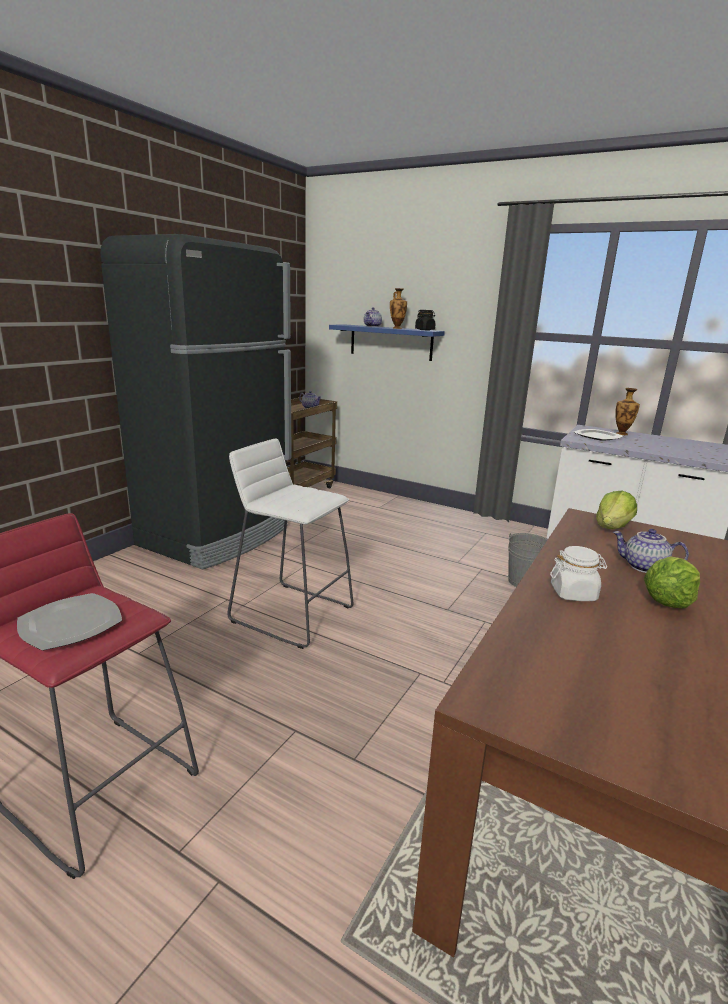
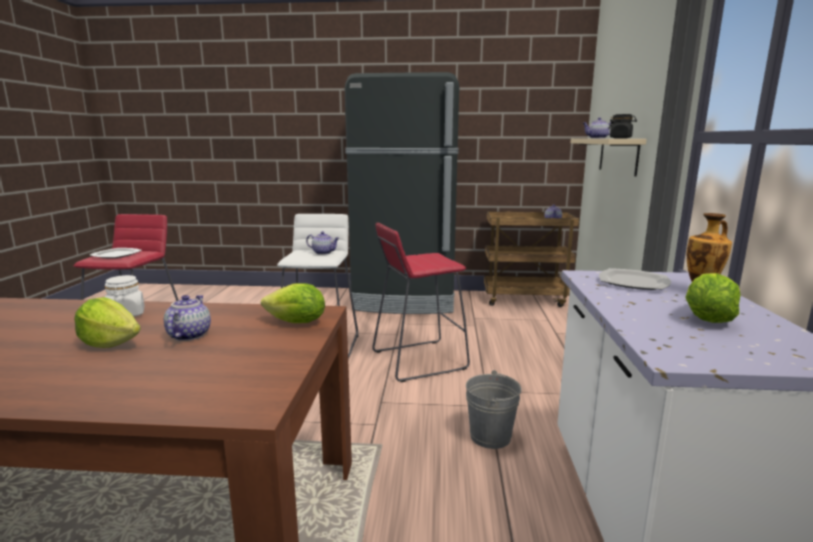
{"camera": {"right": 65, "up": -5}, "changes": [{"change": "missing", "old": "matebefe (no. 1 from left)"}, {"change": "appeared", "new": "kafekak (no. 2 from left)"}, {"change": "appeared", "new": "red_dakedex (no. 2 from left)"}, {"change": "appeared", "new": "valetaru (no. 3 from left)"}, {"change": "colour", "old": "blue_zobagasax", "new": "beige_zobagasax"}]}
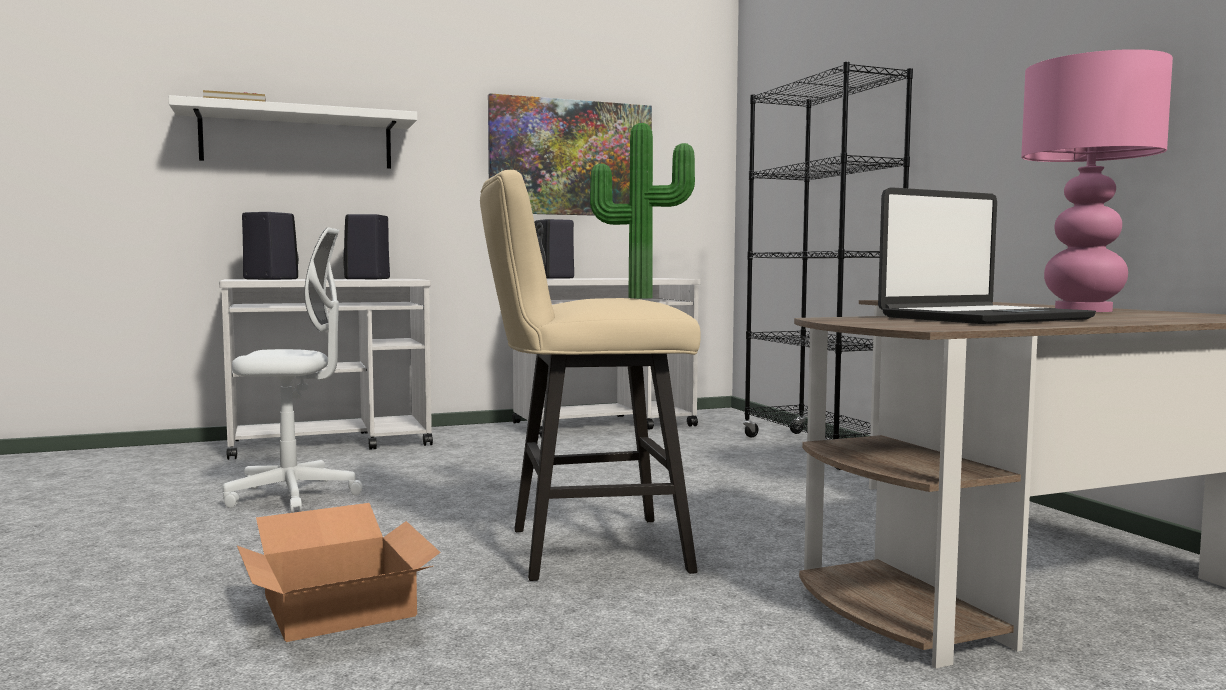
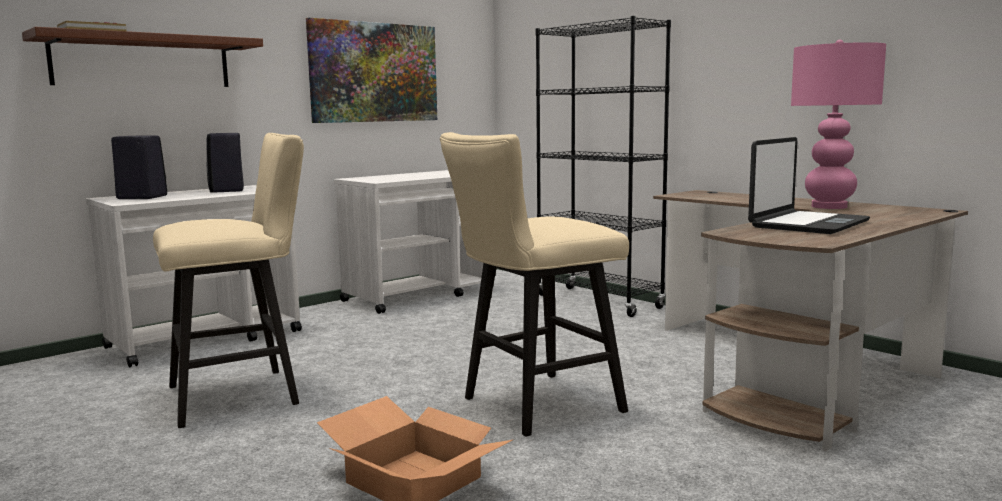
{"camera": {"right": -20, "up": 5}, "changes": [{"change": "missing", "old": "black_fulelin (no. 3 from left)"}, {"change": "missing", "old": "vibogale"}, {"change": "exchanged", "old": "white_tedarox", "new": "beige_dakedex (no. 1 from left)"}, {"change": "colour", "old": "white_zobagasax", "new": "brown_zobagasax"}]}
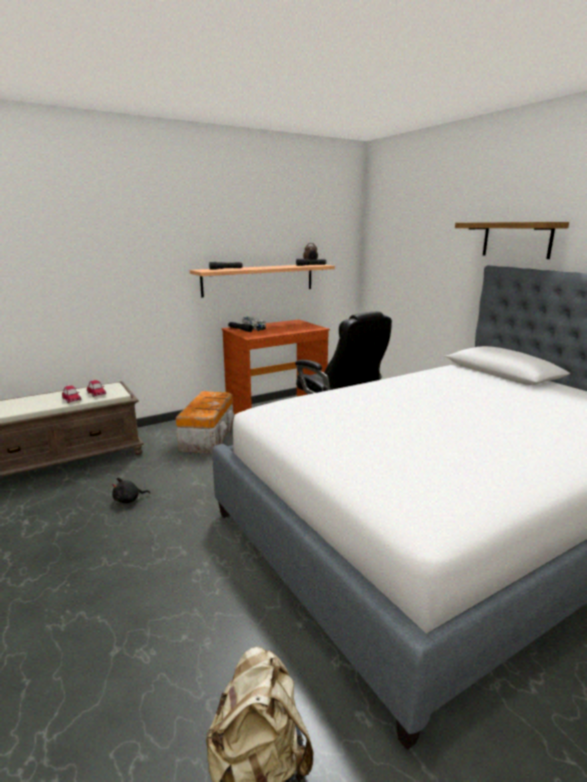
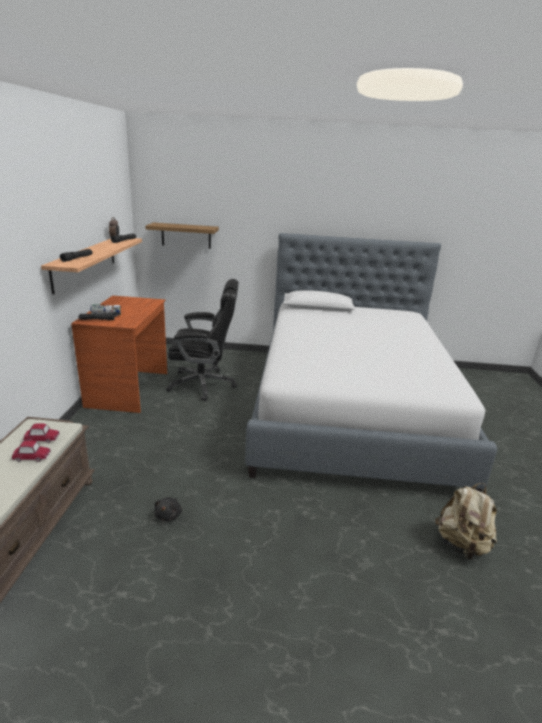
{"camera": {"right": -55, "up": 5}, "changes": [{"change": "missing", "old": "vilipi"}, {"change": "relocated", "old": "zobagasax (no. 2 from left)"}]}
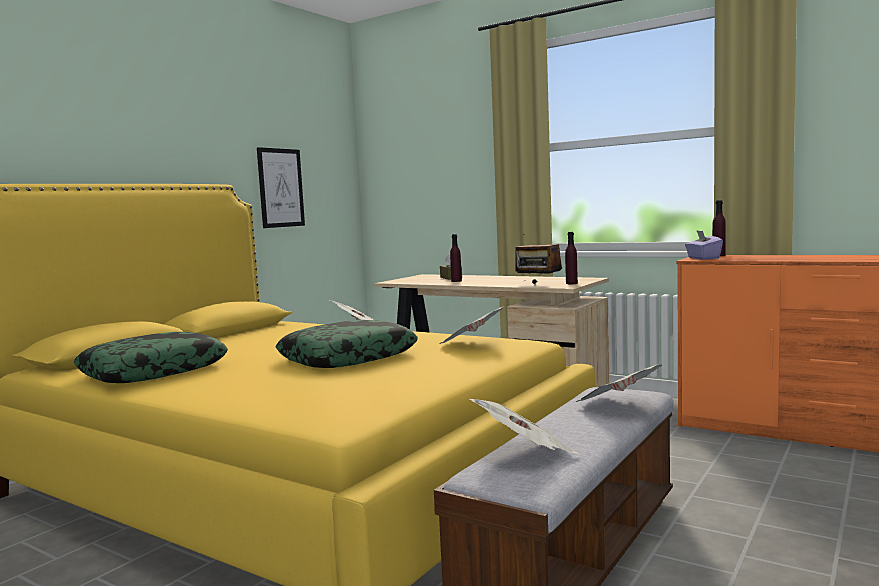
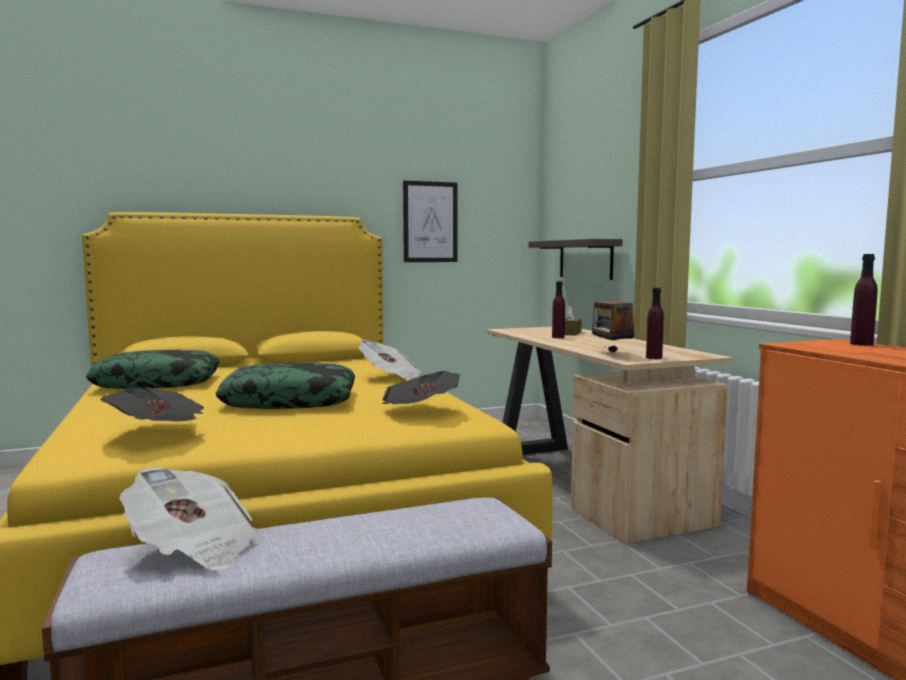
{"camera": {"right": 35, "up": 0}, "changes": [{"change": "missing", "old": "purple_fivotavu"}, {"change": "appeared", "new": "zobagasax"}, {"change": "relocated", "old": "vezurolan (no. 4 from left in the first image)", "new": "vezurolan (no. 1 from left)"}]}
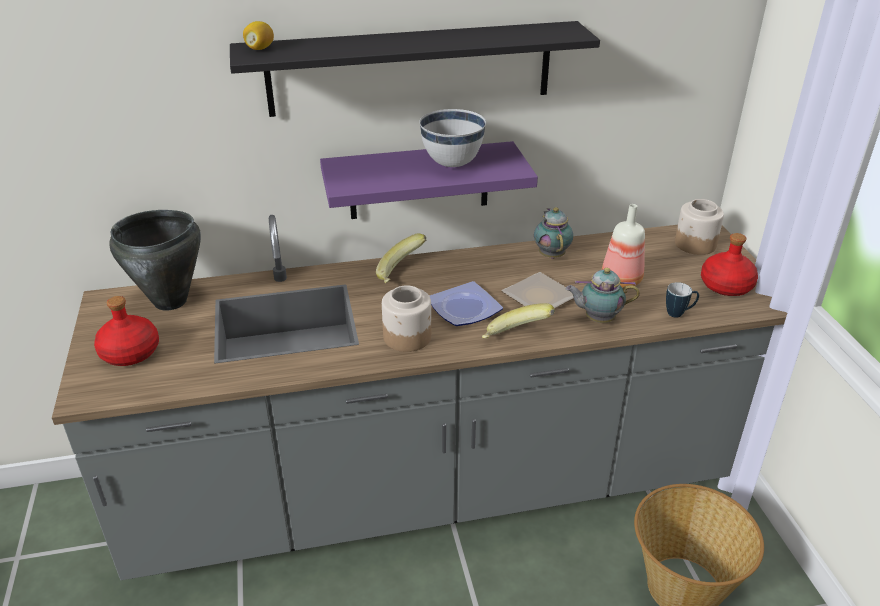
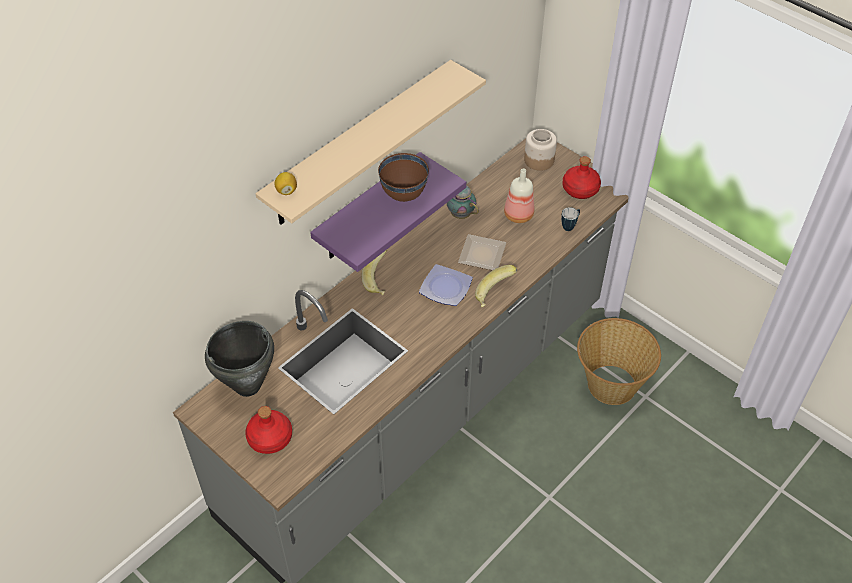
{"camera": {"right": -35, "up": 15}, "changes": [{"change": "missing", "old": "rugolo (no. 1 from left)"}, {"change": "missing", "old": "kafekak (no. 2 from left)"}, {"change": "colour", "old": "black_zobagasax", "new": "beige_zobagasax"}, {"change": "colour", "old": "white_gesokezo", "new": "brown_gesokezo"}]}
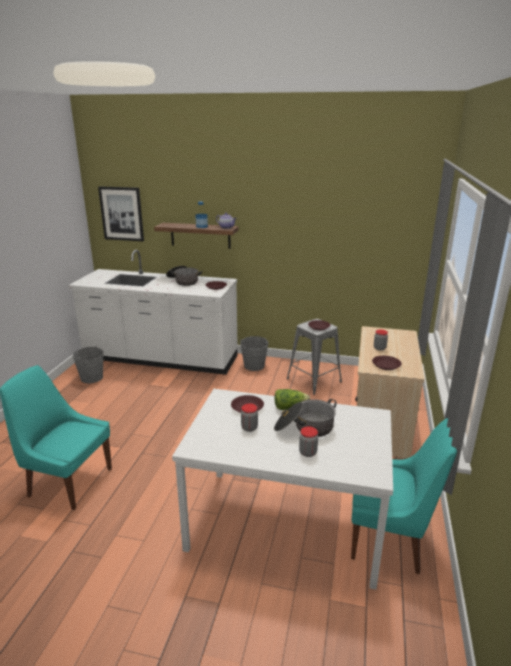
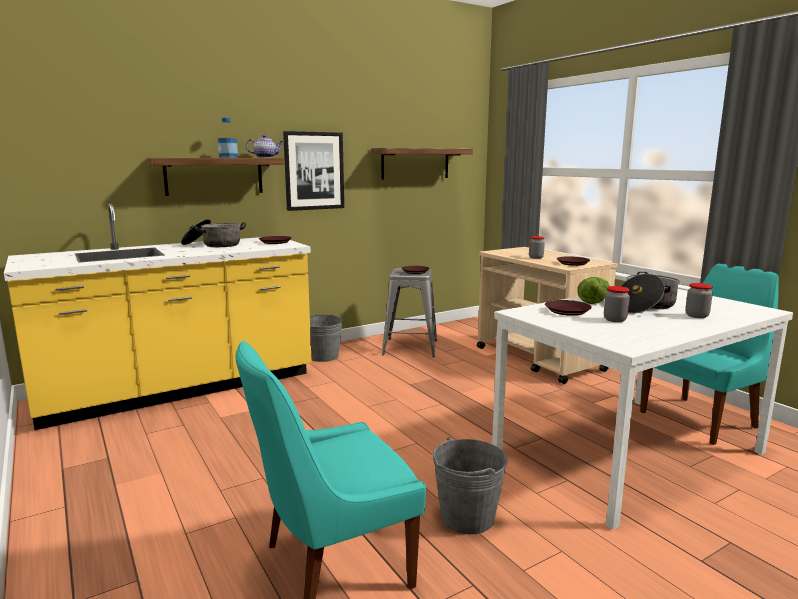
{"camera": {"right": -45, "up": -10}, "changes": [{"change": "appeared", "new": "zobagasax (no. 2 from left)"}, {"change": "relocated", "old": "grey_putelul (no. 1 from left in the first image)", "new": "grey_putelul (no. 2 from left)"}, {"change": "relocated", "old": "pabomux"}, {"change": "colour", "old": "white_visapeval", "new": "yellow_visapeval"}]}
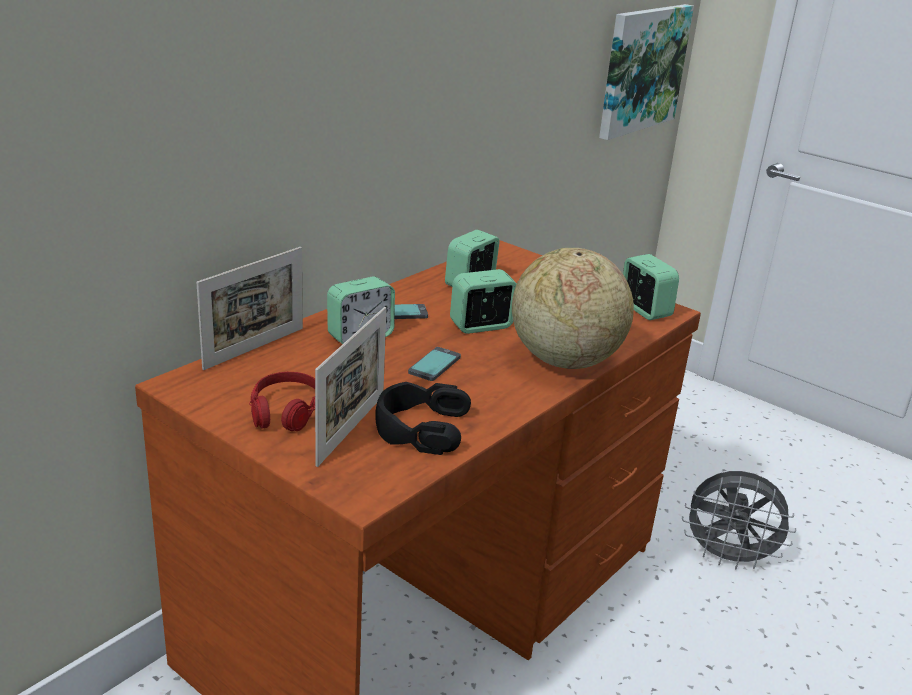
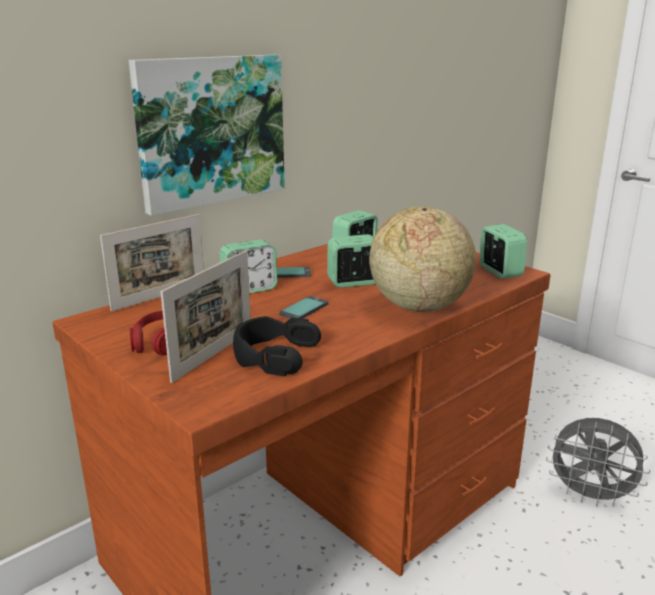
{"camera": {"right": 10, "up": -5}, "changes": [{"change": "relocated", "old": "pabomux"}]}
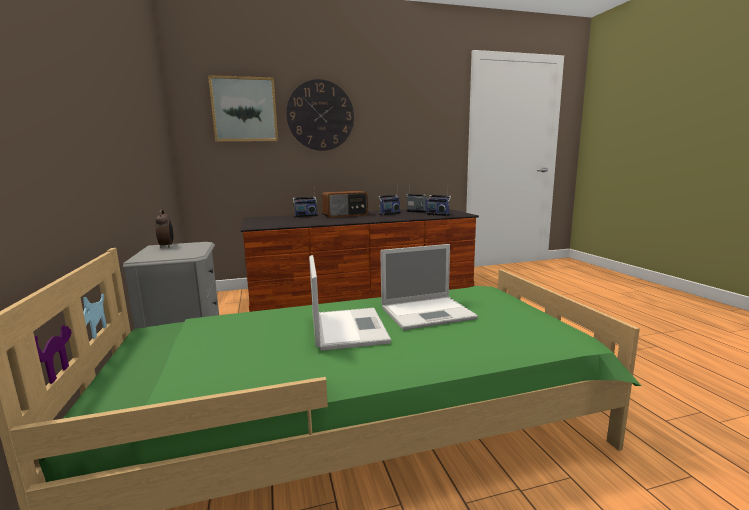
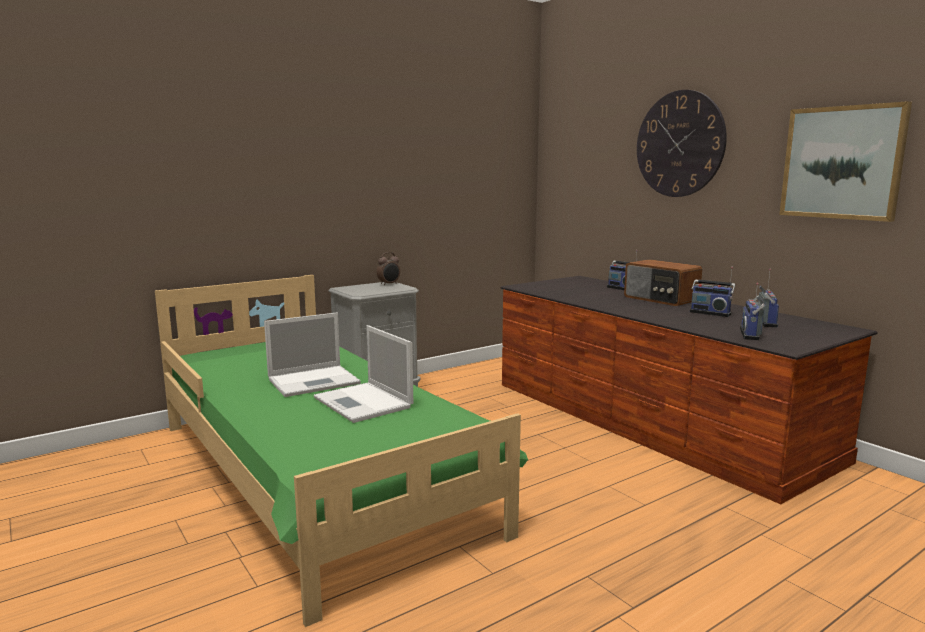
{"camera": {"right": 70, "up": 0}, "changes": [{"change": "relocated", "old": "pabomux"}]}
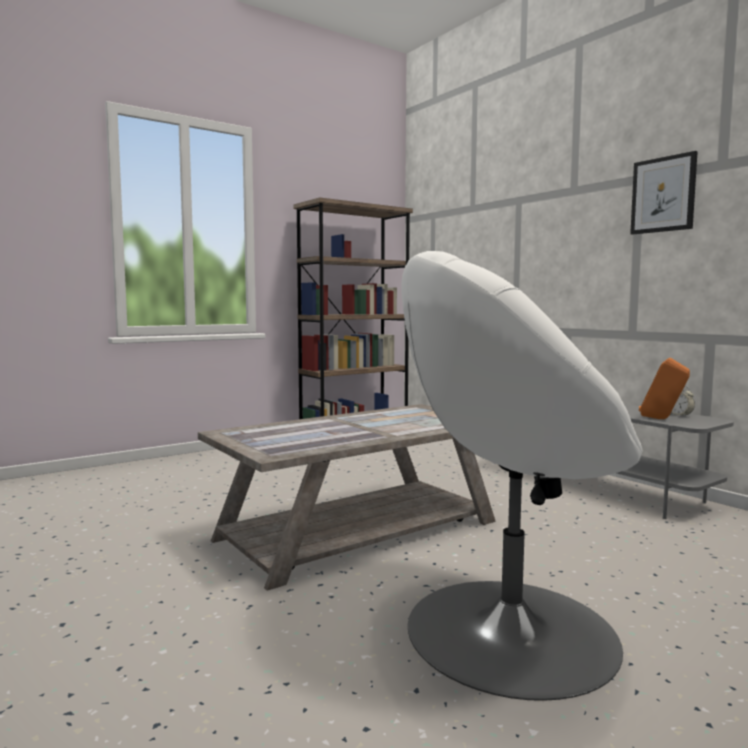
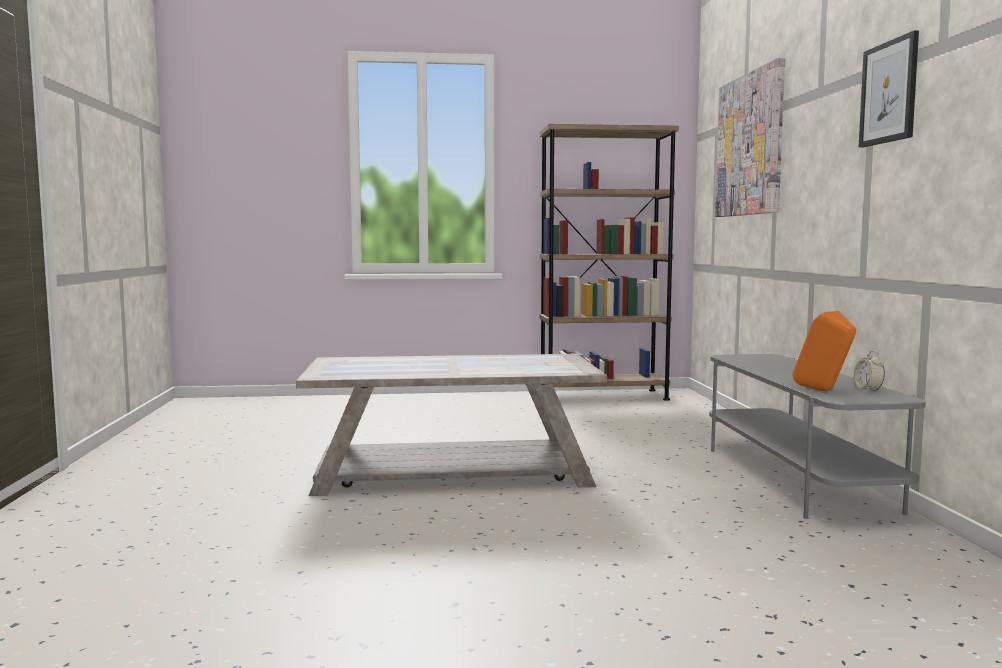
{"camera": {"right": 30, "up": 0}, "changes": [{"change": "missing", "old": "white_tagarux"}, {"change": "appeared", "new": "pabomux (no. 1 from left)"}]}
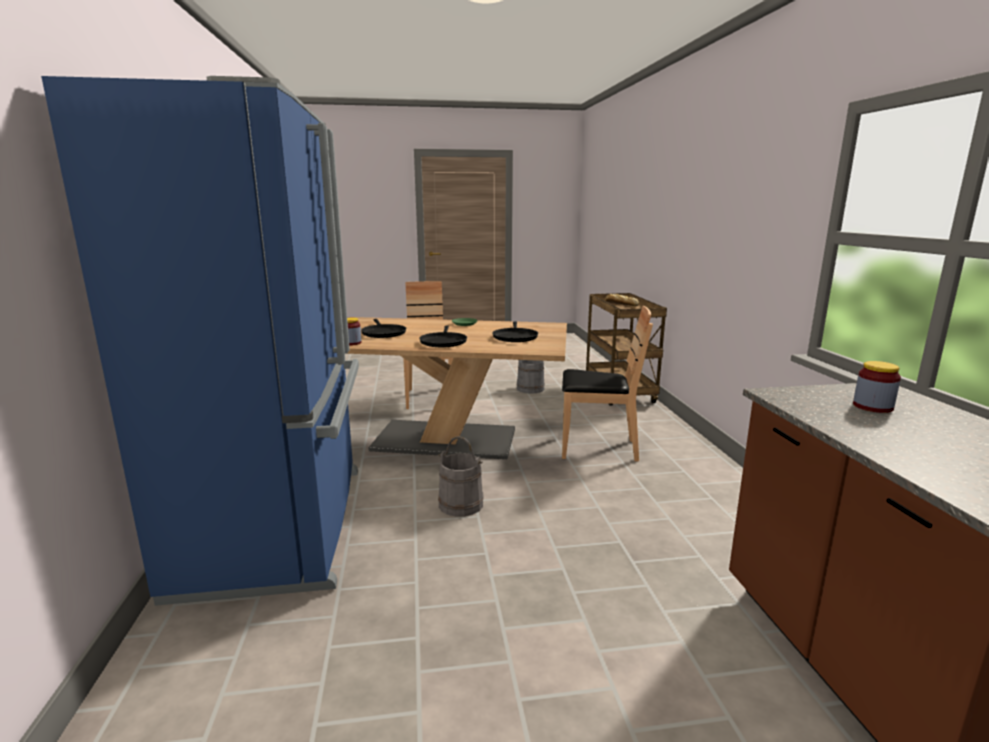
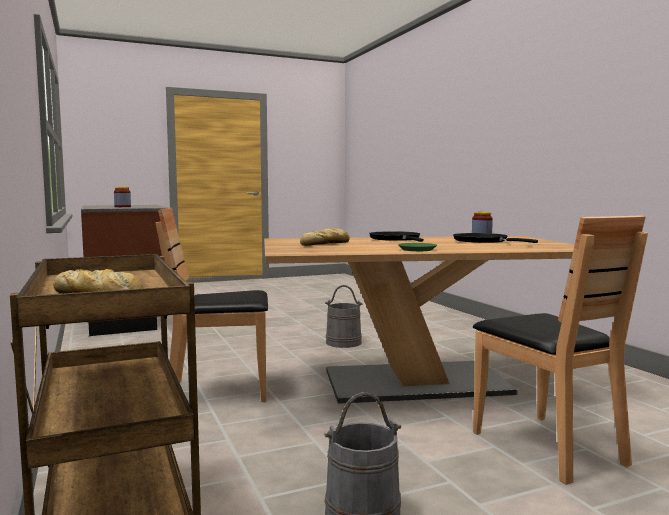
{"camera": {"right": 165, "up": -10}, "changes": [{"change": "missing", "old": "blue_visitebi"}, {"change": "exchanged", "old": "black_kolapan (no. 3 from left)", "new": "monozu (no. 2 from left)"}]}
